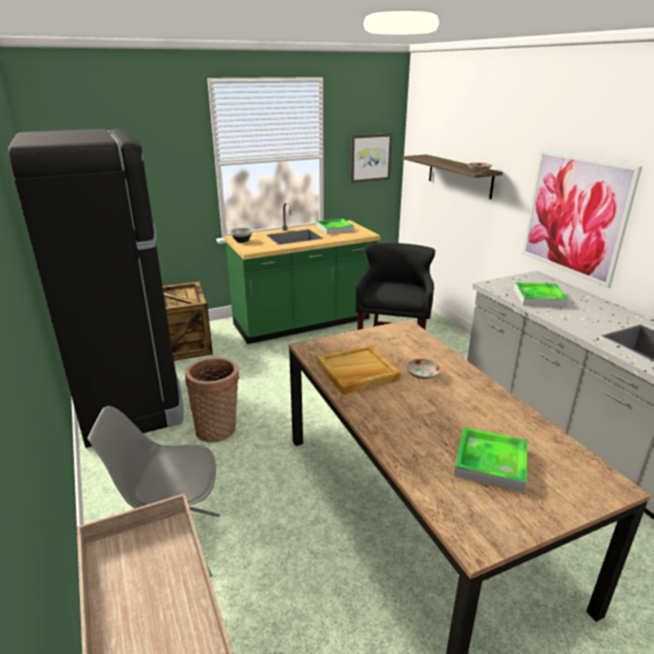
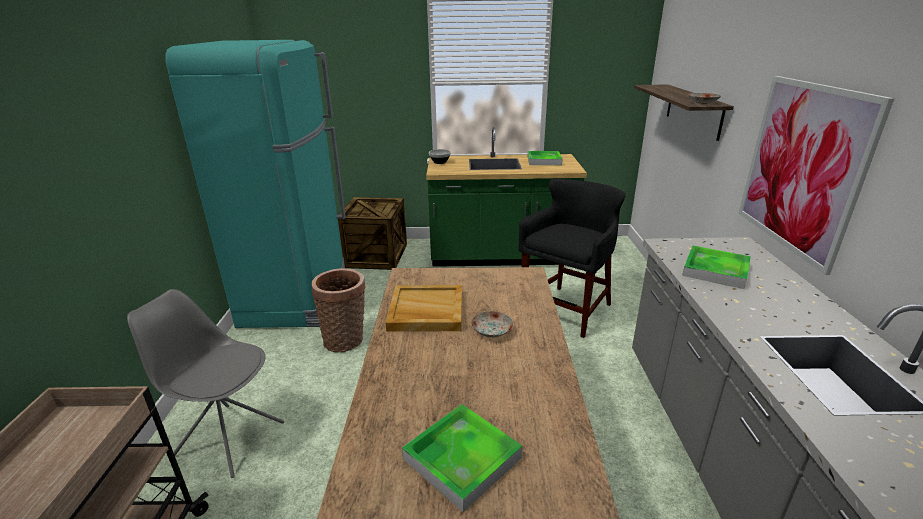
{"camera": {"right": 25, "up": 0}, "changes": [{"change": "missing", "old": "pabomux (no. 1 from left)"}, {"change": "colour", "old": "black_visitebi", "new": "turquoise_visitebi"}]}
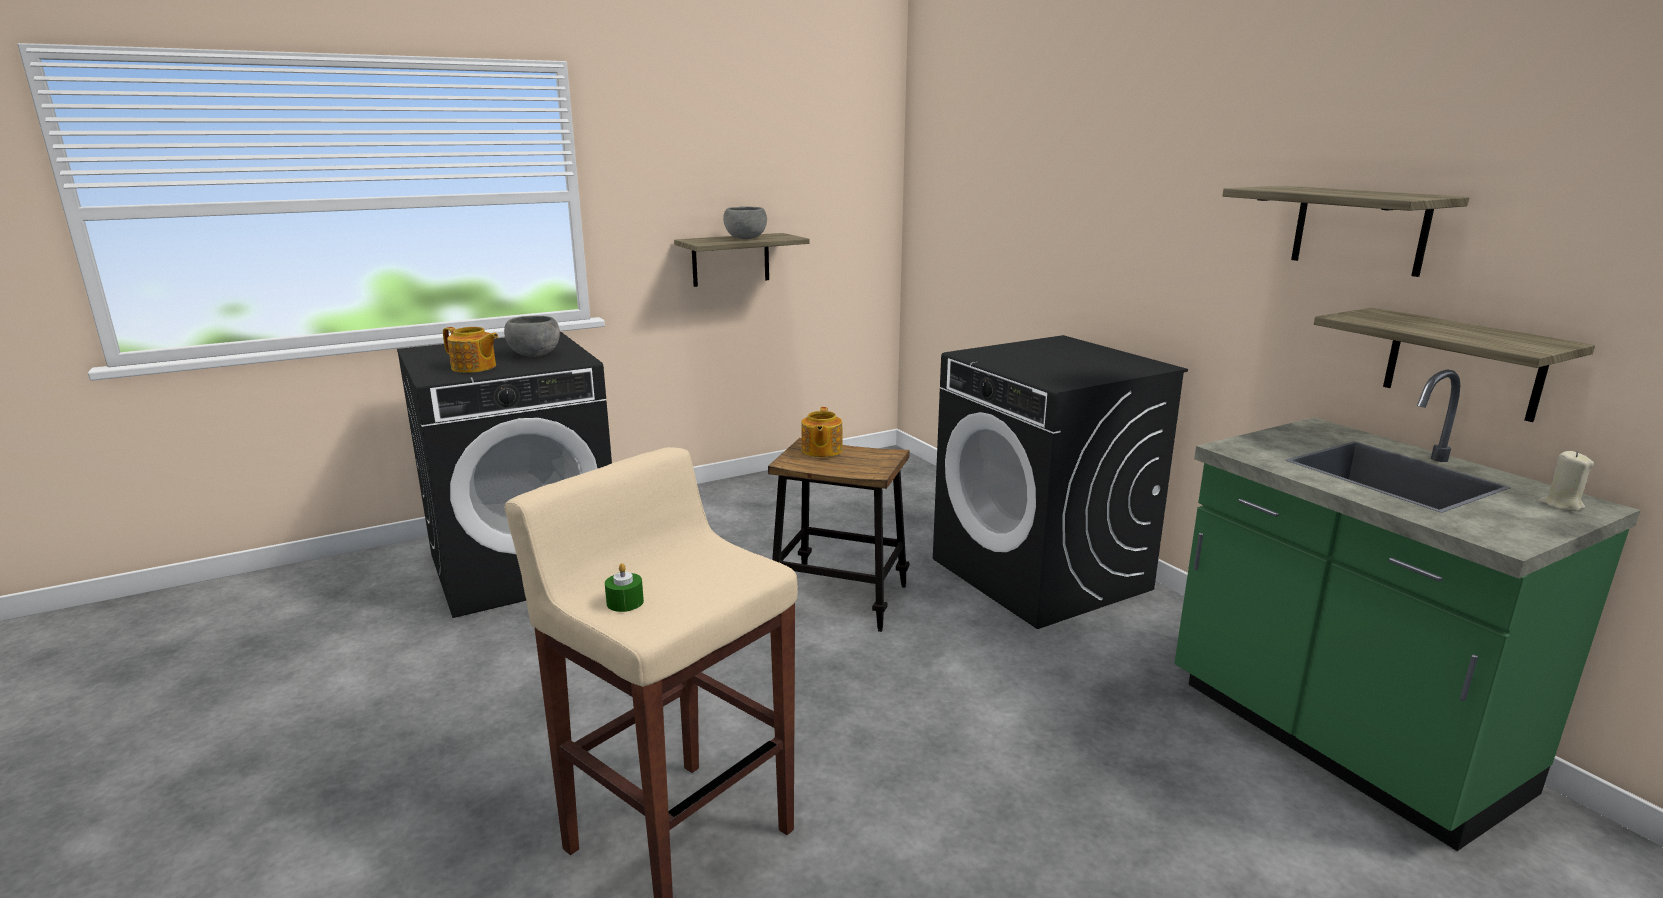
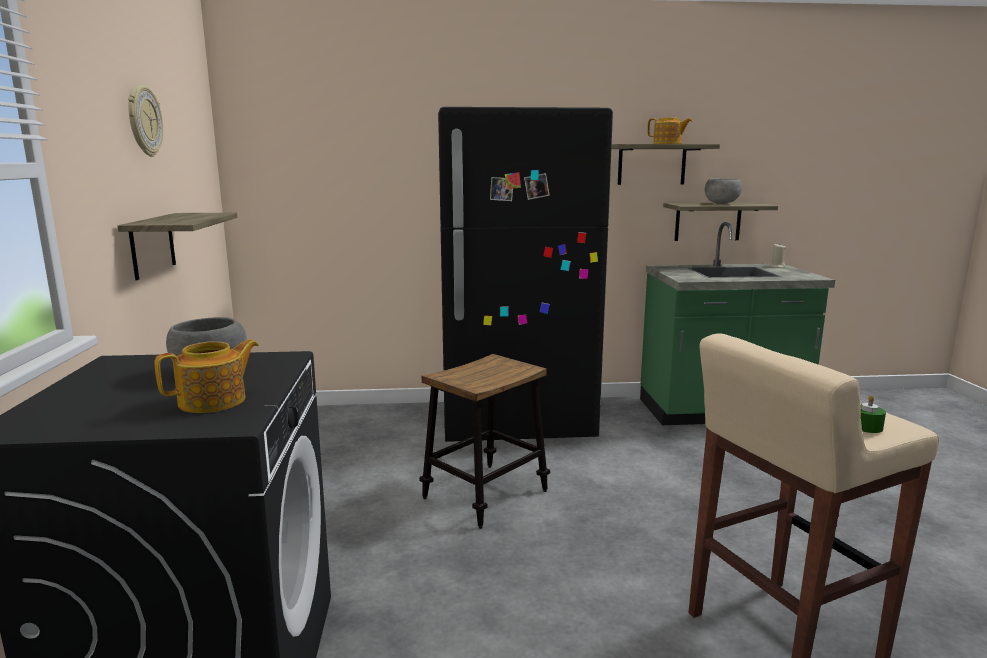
{"camera": {"right": -65, "up": -5}, "changes": [{"change": "appeared", "new": "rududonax"}, {"change": "relocated", "old": "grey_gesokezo (no. 2 from left)"}, {"change": "relocated", "old": "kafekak (no. 2 from left)"}, {"change": "exchanged", "old": "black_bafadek (no. 2 from left)", "new": "black_visitebi"}]}
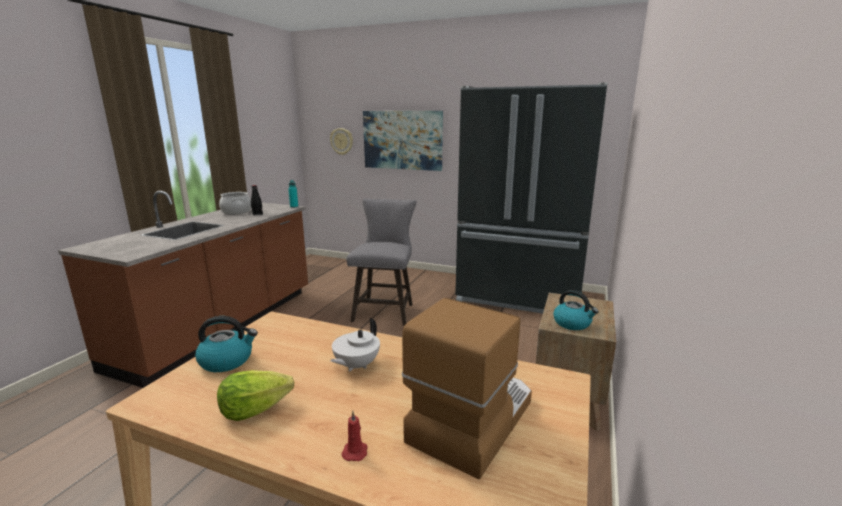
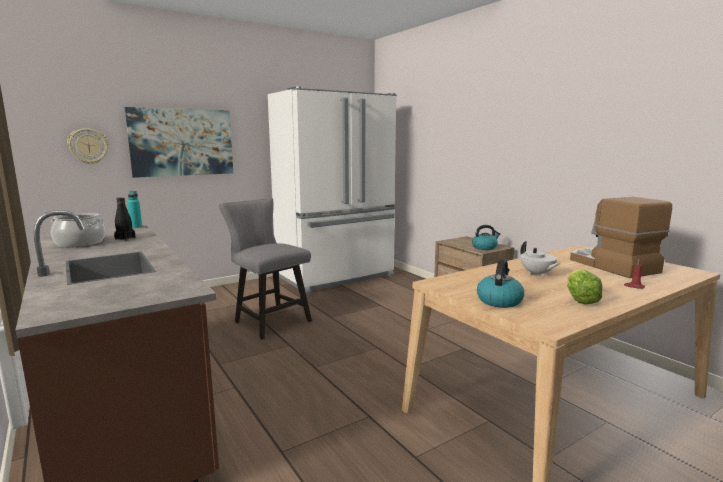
{"camera": {"right": -55, "up": -5}, "changes": [{"change": "colour", "old": "black_visitebi", "new": "white_visitebi"}]}
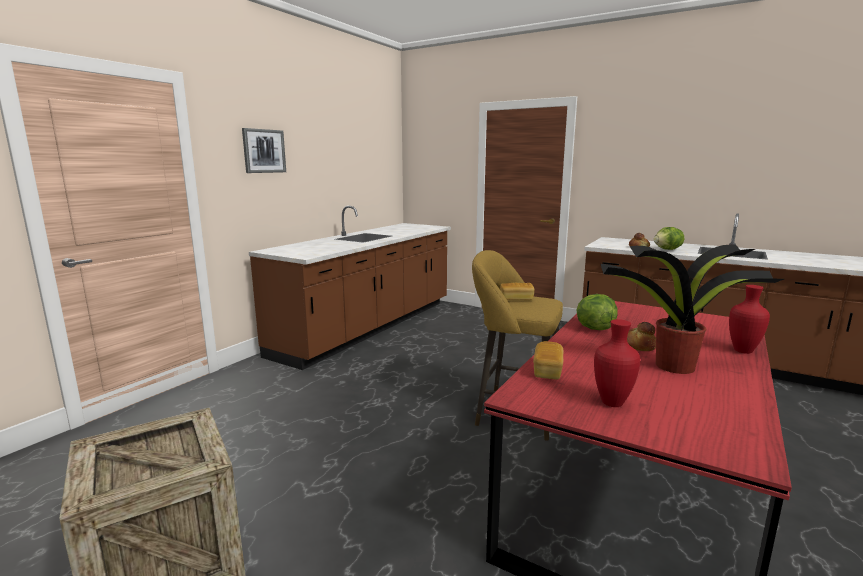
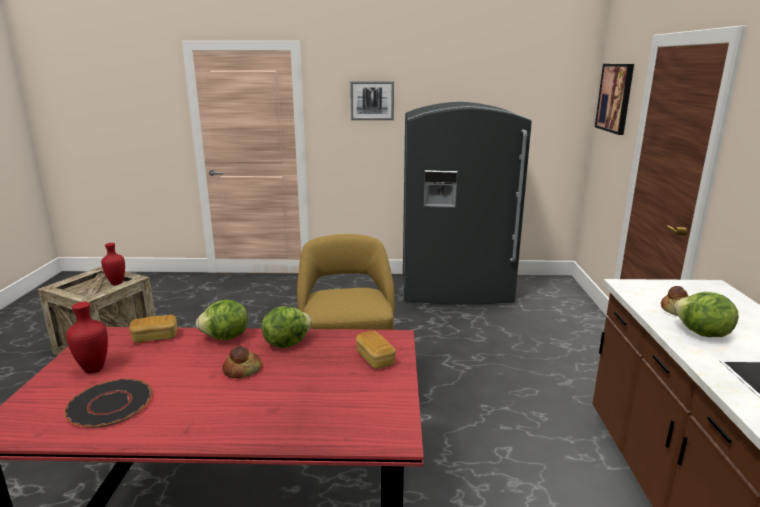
{"camera": {"right": 60, "up": 5}, "changes": [{"change": "missing", "old": "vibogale"}, {"change": "appeared", "new": "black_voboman"}, {"change": "appeared", "new": "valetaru (no. 1 from left)"}, {"change": "appeared", "new": "pabomux (no. 2 from left)"}, {"change": "relocated", "old": "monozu (no. 1 from left in the first image)", "new": "monozu (no. 3 from left)"}, {"change": "relocated", "old": "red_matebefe (no. 2 from left)"}, {"change": "exchanged", "old": "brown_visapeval (no. 1 from left)", "new": "grey_visitebi"}]}
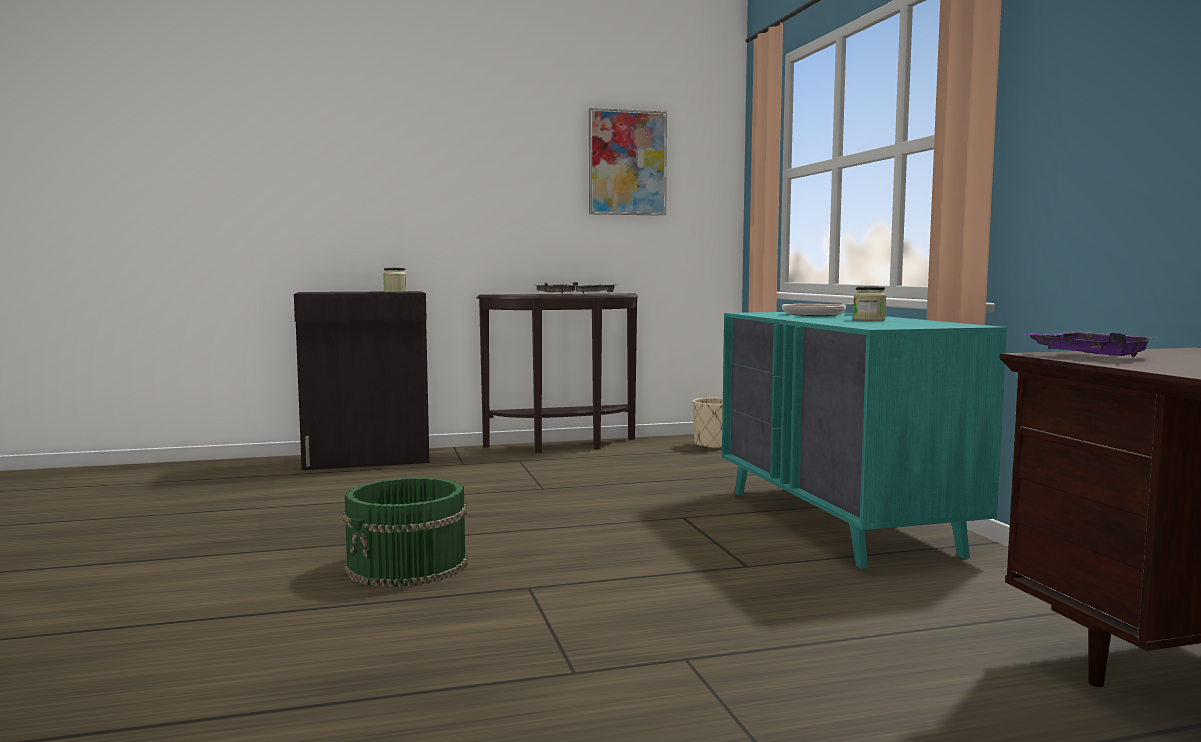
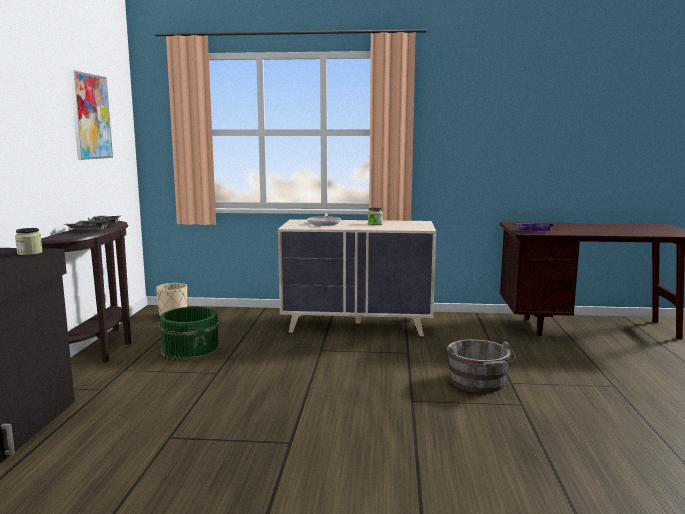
{"camera": {"right": -70, "up": 5}, "changes": [{"change": "appeared", "new": "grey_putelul"}, {"change": "relocated", "old": "green_putelul"}, {"change": "colour", "old": "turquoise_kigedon", "new": "beige_kigedon"}]}
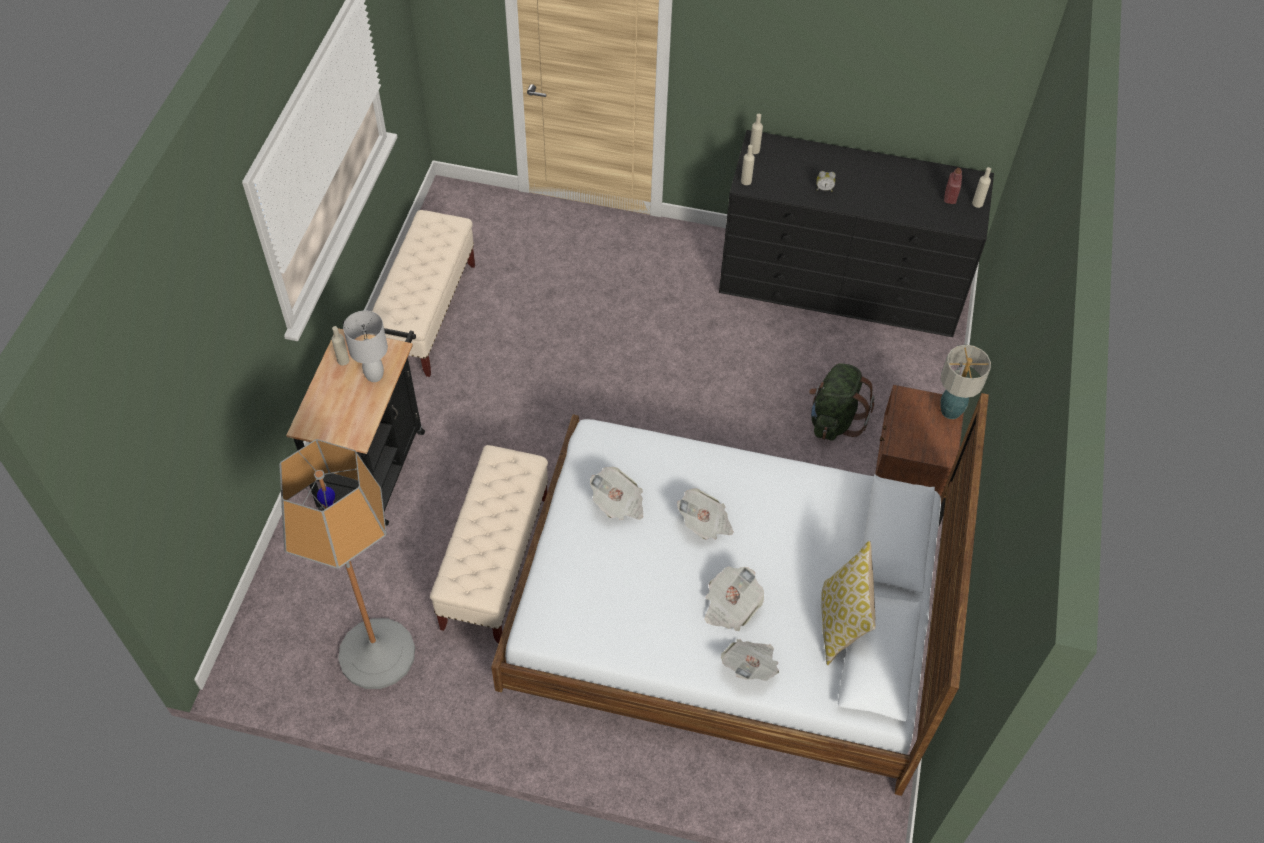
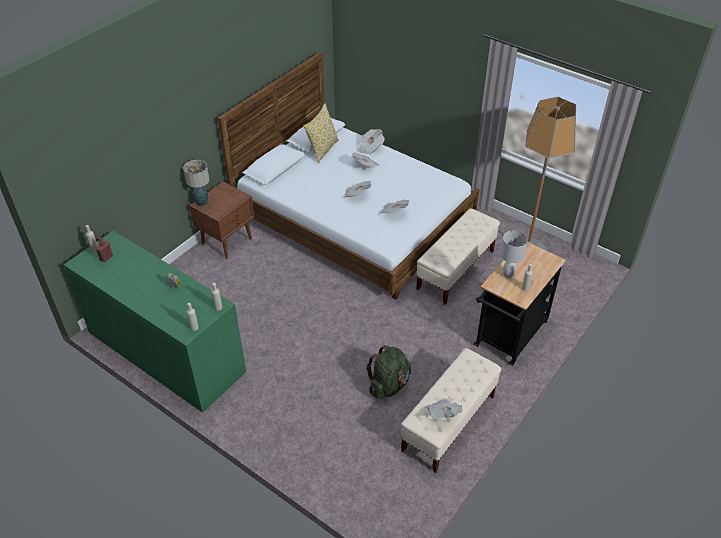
{"camera": {"right": -155, "up": -10}, "changes": [{"change": "appeared", "new": "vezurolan (no. 5 from left)"}, {"change": "relocated", "old": "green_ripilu"}, {"change": "colour", "old": "black_kigedon", "new": "green_kigedon"}]}
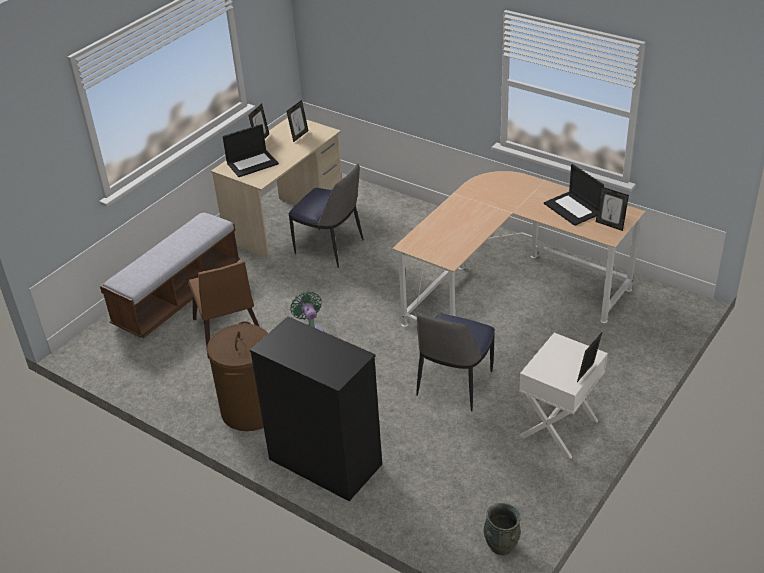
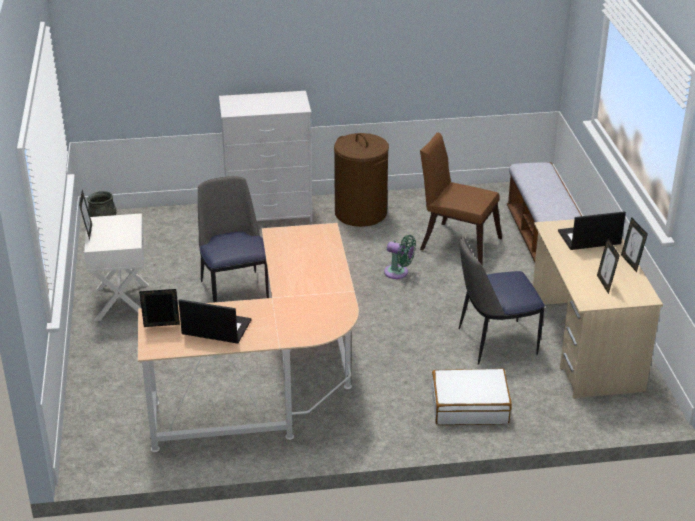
{"camera": {"right": 135, "up": -5}, "changes": [{"change": "appeared", "new": "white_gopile"}, {"change": "colour", "old": "black_kigedon", "new": "white_kigedon"}, {"change": "spun", "old": "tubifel (no. 1 from left in the first image)", "degrees": 60}]}
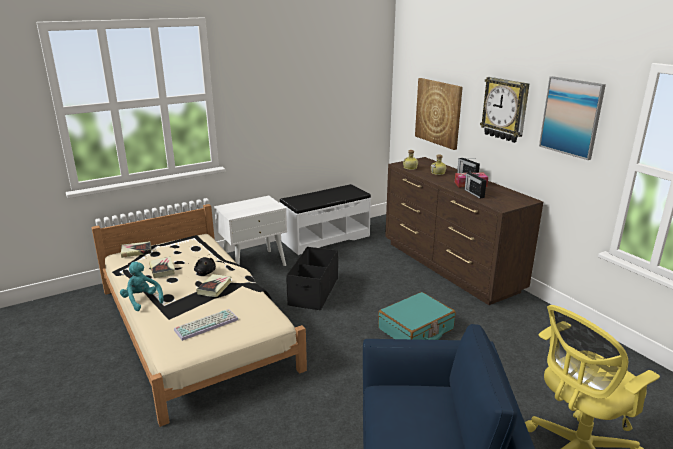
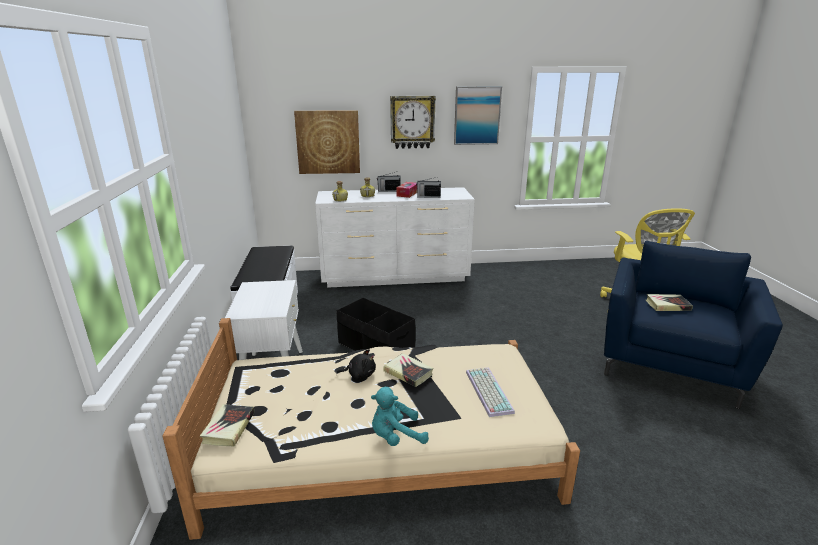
{"camera": {"right": -65, "up": 0}, "changes": [{"change": "missing", "old": "turquoise_gopile"}, {"change": "relocated", "old": "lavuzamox (no. 2 from left in the first image)", "new": "lavuzamox (no. 3 from left)"}, {"change": "colour", "old": "brown_kigedon", "new": "white_kigedon"}]}
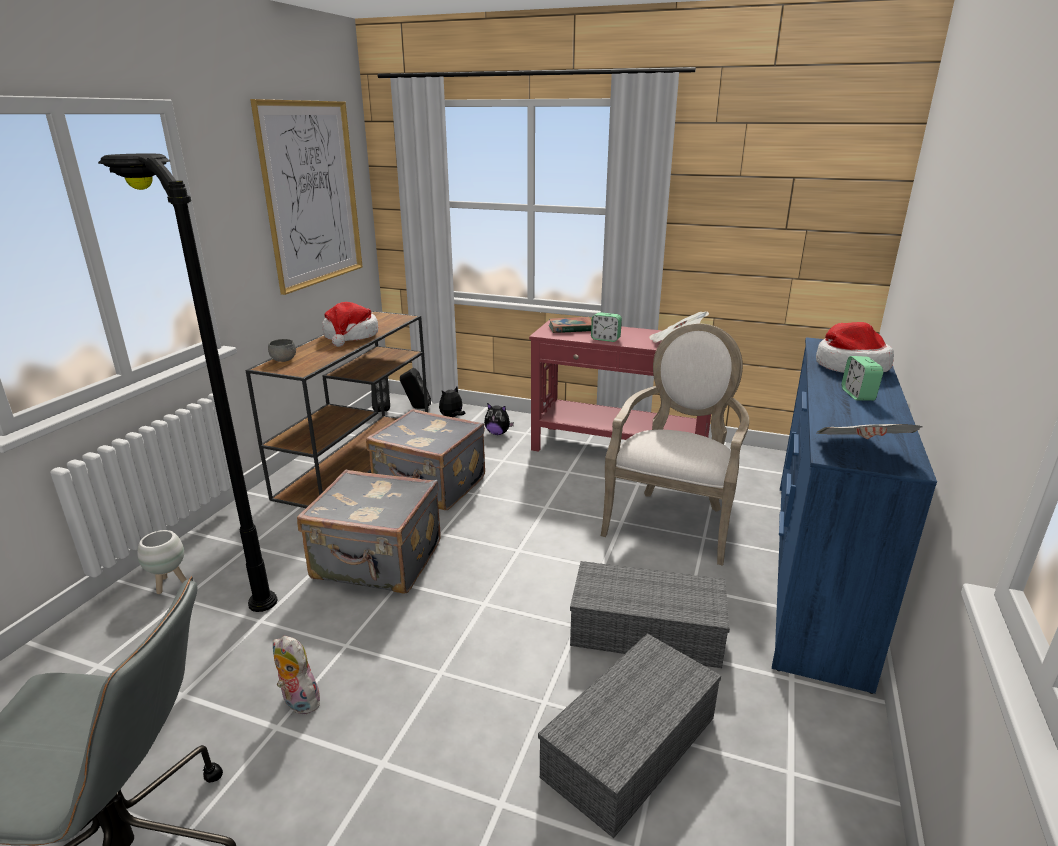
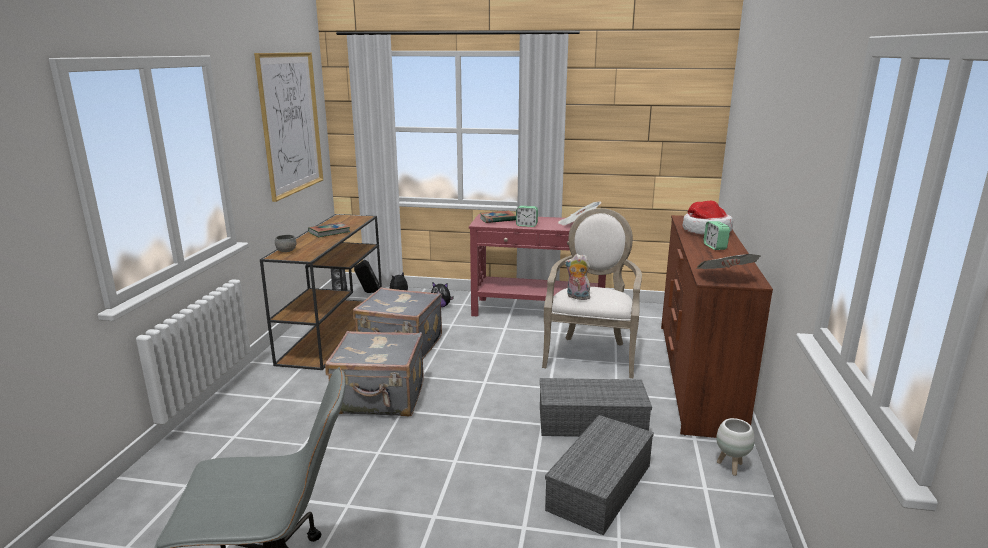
{"camera": {"right": -10, "up": -5}, "changes": [{"change": "missing", "old": "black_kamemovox"}, {"change": "relocated", "old": "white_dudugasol"}, {"change": "relocated", "old": "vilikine (no. 1 from left in the first image)", "new": "vilikine (no. 3 from left)"}, {"change": "exchanged", "old": "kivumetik (no. 1 from left)", "new": "lavuzamox (no. 1 from left)"}, {"change": "colour", "old": "blue_kigedon", "new": "brown_kigedon"}]}
